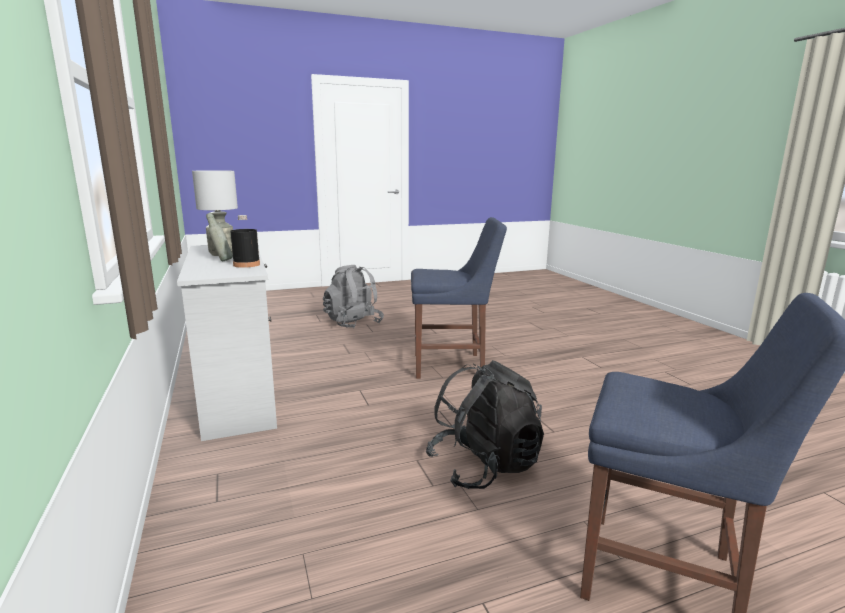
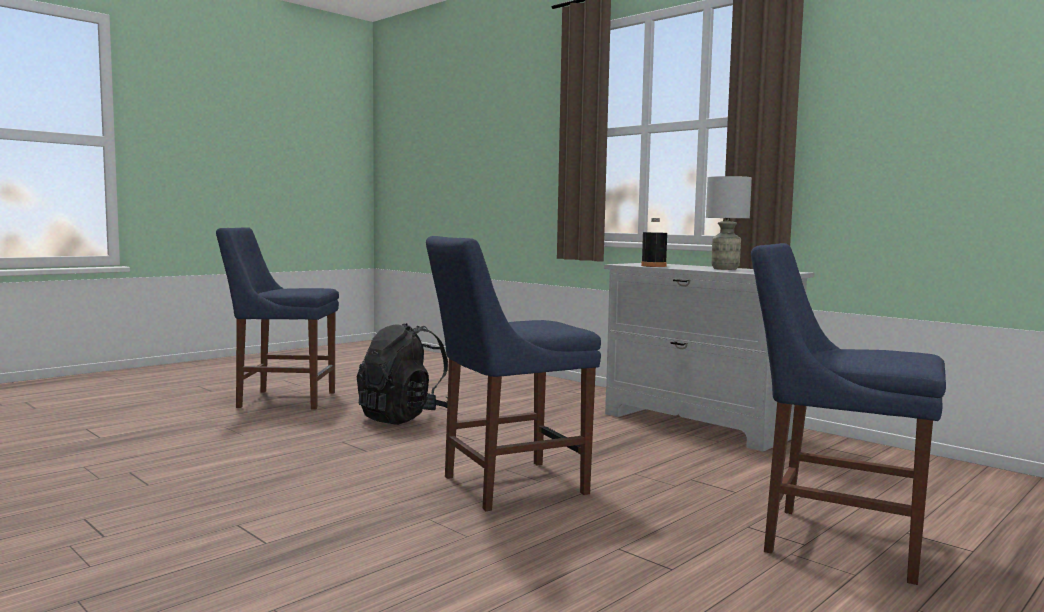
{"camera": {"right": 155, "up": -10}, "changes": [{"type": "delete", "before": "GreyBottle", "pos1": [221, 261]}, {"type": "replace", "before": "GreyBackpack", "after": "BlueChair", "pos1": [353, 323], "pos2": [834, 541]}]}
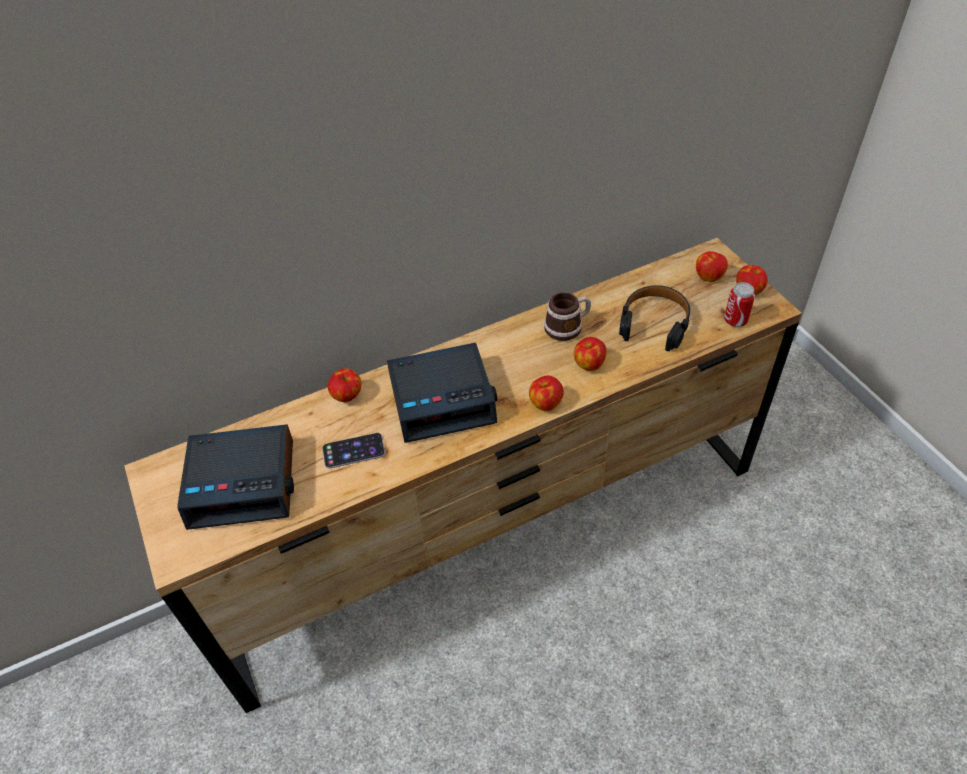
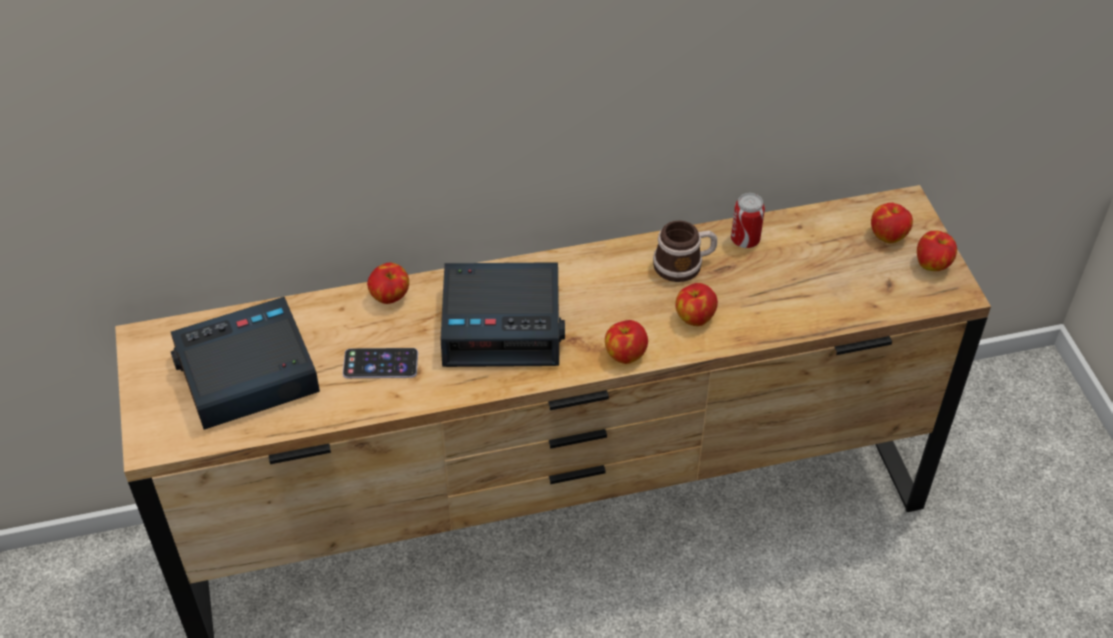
{"camera": {"right": 10, "up": 0}, "changes": [{"type": "move", "before": "Can", "pos1": [735, 321], "pos2": [745, 240]}, {"type": "delete", "before": "BlackHeadphones", "pos1": [654, 323]}, {"type": "rotate", "before": "AlarmClock", "pos1": [244, 483], "pos2": [246, 374], "turn": 150}]}
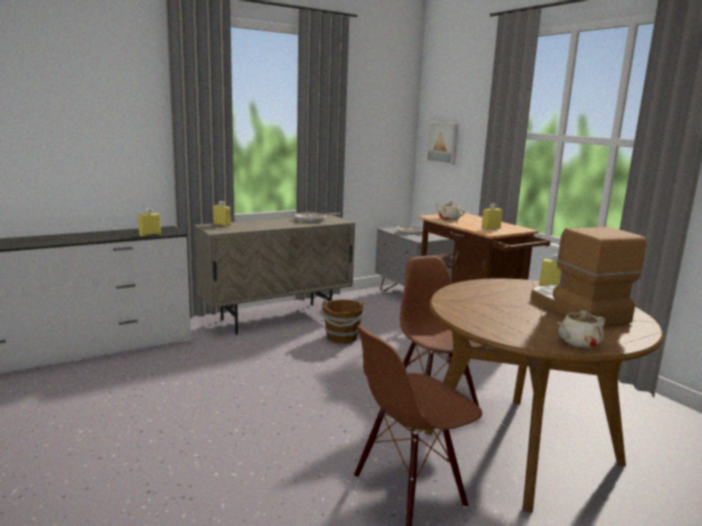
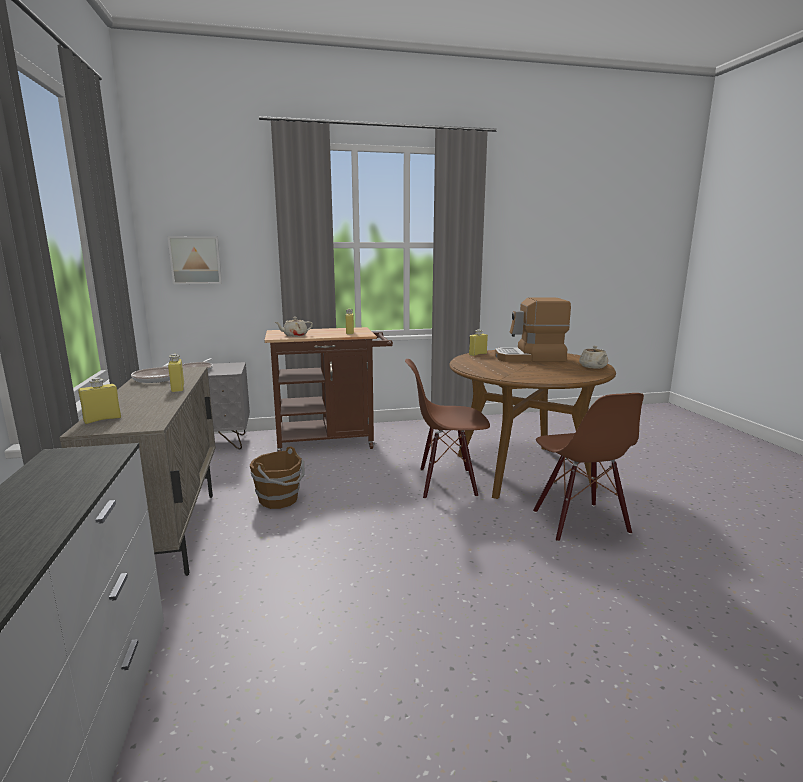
{"camera": {"right": -70, "up": 0}, "changes": [{"type": "move", "before": "YellowBottle", "pos1": [150, 235], "pos2": [178, 388]}]}
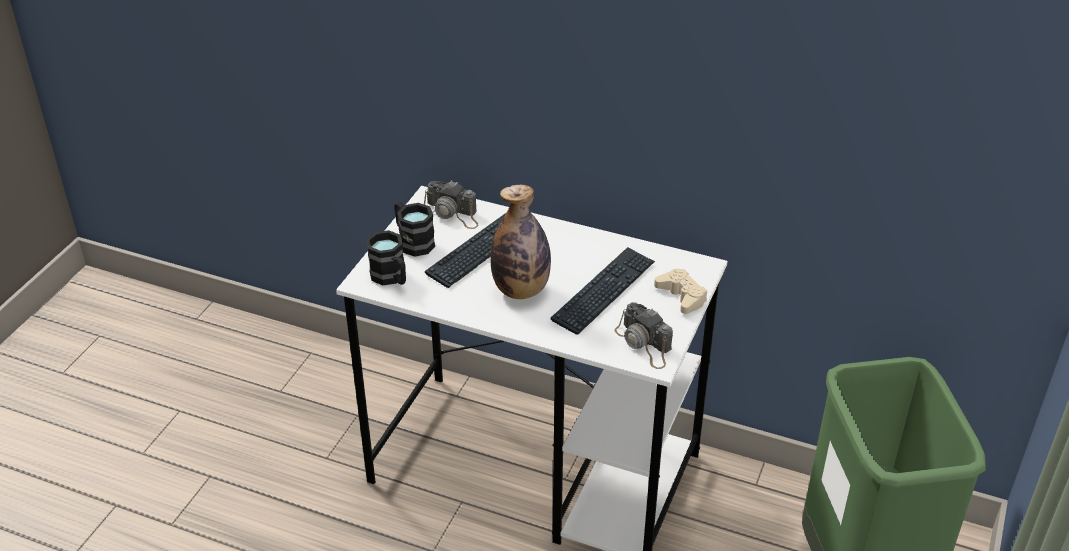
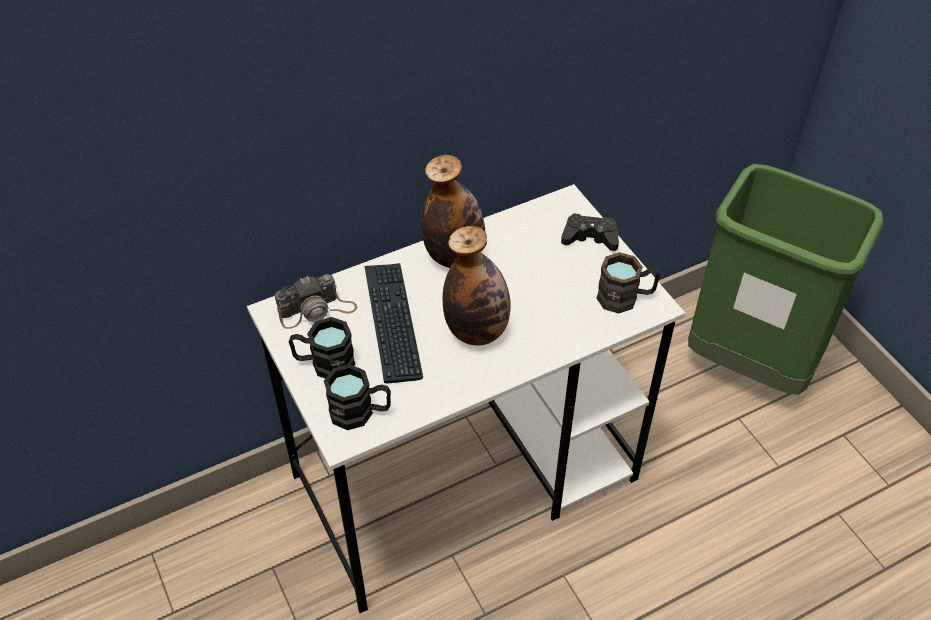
{"camera": {"right": -50, "up": 10}, "changes": [{"type": "delete", "before": "Keyboard", "pos1": [604, 292]}, {"type": "recolor", "before": "BeigeGameController", "after": "BlackGameController", "pos1": [681, 296], "pos2": [590, 237]}, {"type": "replace", "before": "PhotoCamera", "after": "BrownMug", "pos1": [644, 344], "pos2": [625, 297]}, {"type": "insert", "after": "Bottle", "pos2": [454, 256]}]}
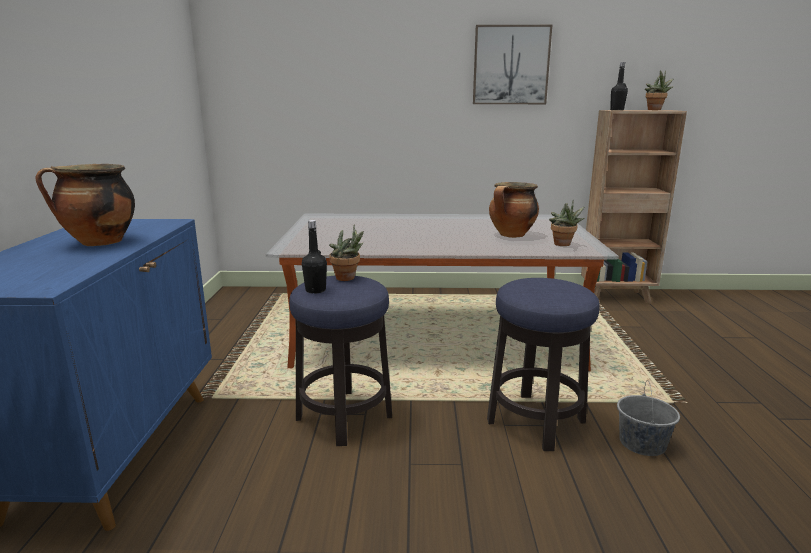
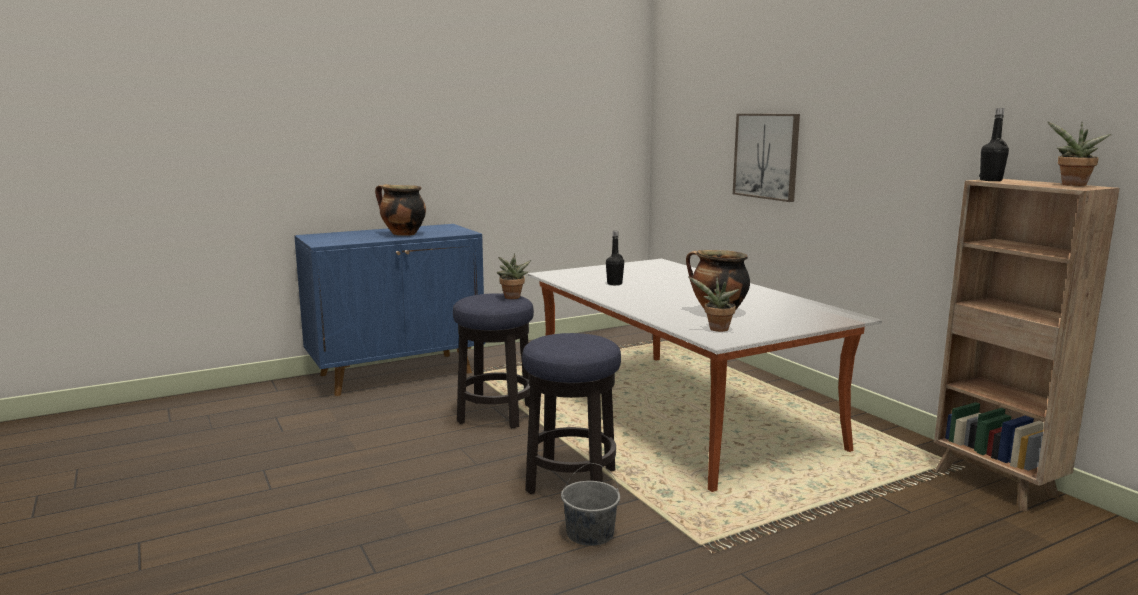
{"camera": {"right": 60, "up": -5}, "changes": [{"type": "move", "before": "Picture", "pos1": [511, 65], "pos2": [766, 156]}, {"type": "move", "before": "BlackBottle", "pos1": [315, 290], "pos2": [614, 284]}]}
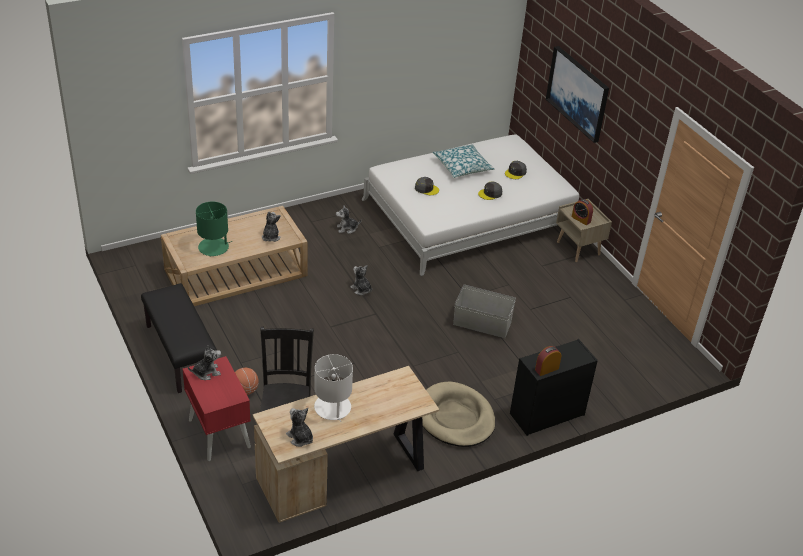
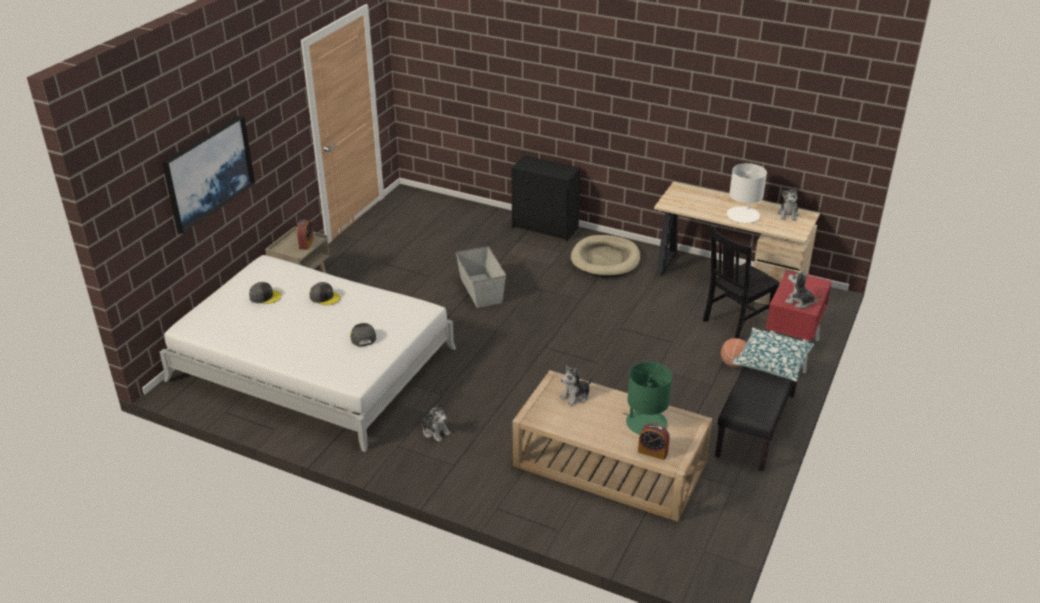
{"camera": {"right": -125, "up": -5}, "changes": [{"type": "move", "before": "Pillow", "pos1": [462, 166], "pos2": [772, 362]}, {"type": "delete", "before": "PlushToy", "pos1": [361, 289]}, {"type": "move", "before": "AlarmClock", "pos1": [546, 369], "pos2": [652, 452]}]}
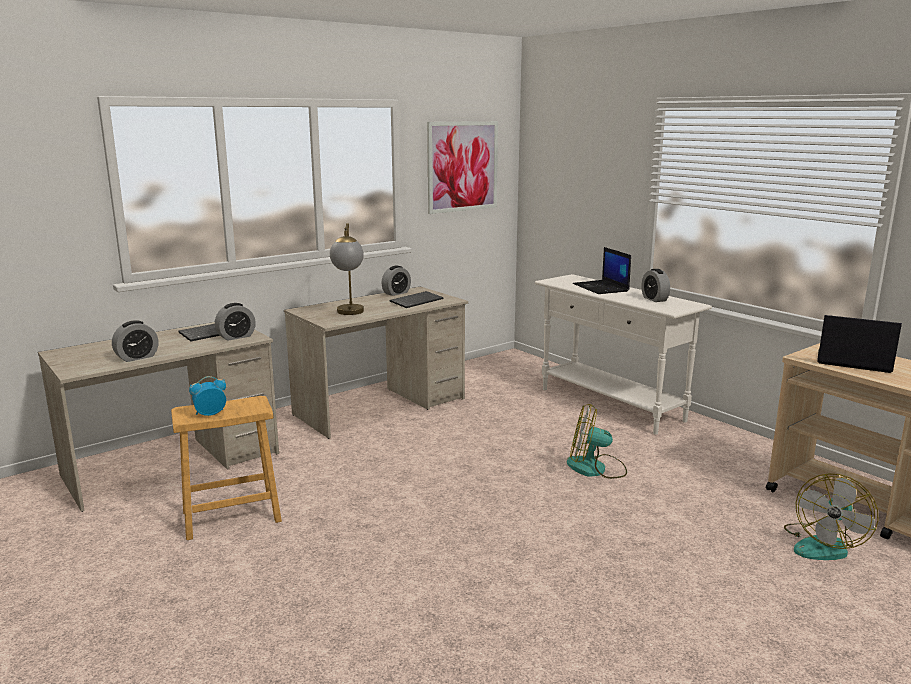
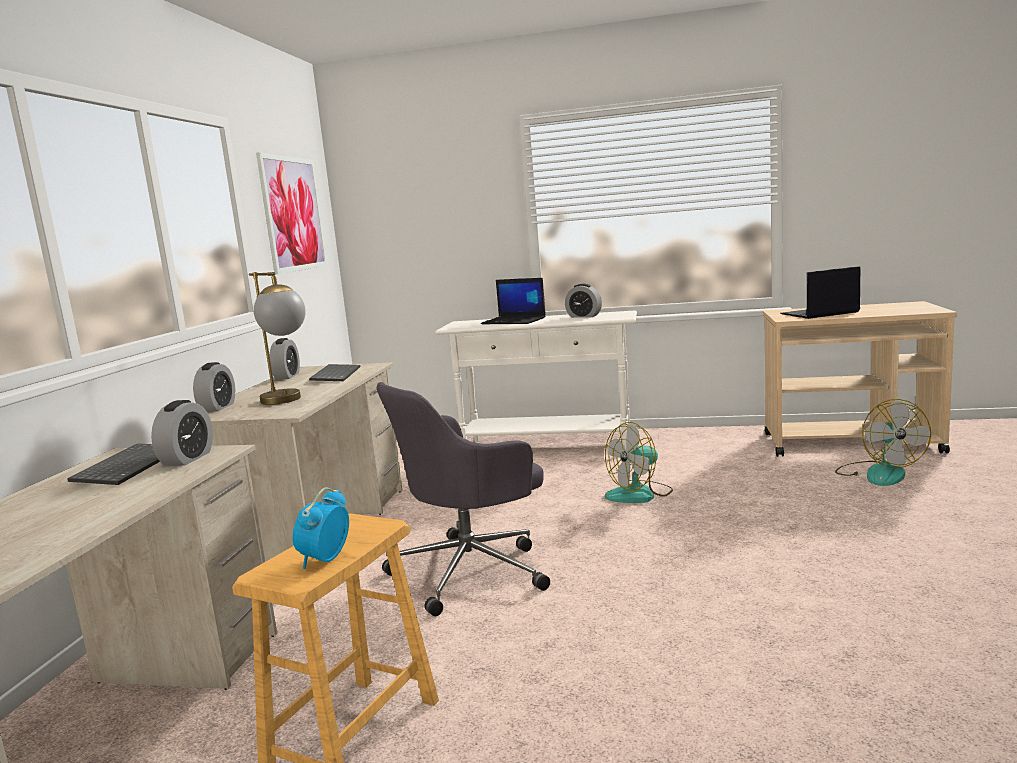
{"camera": {"right": -40, "up": -5}, "changes": [{"type": "move", "before": "AlarmClock", "pos1": [137, 357], "pos2": [218, 407]}, {"type": "insert", "after": "GreyOfficeChair", "pos2": [472, 571]}]}
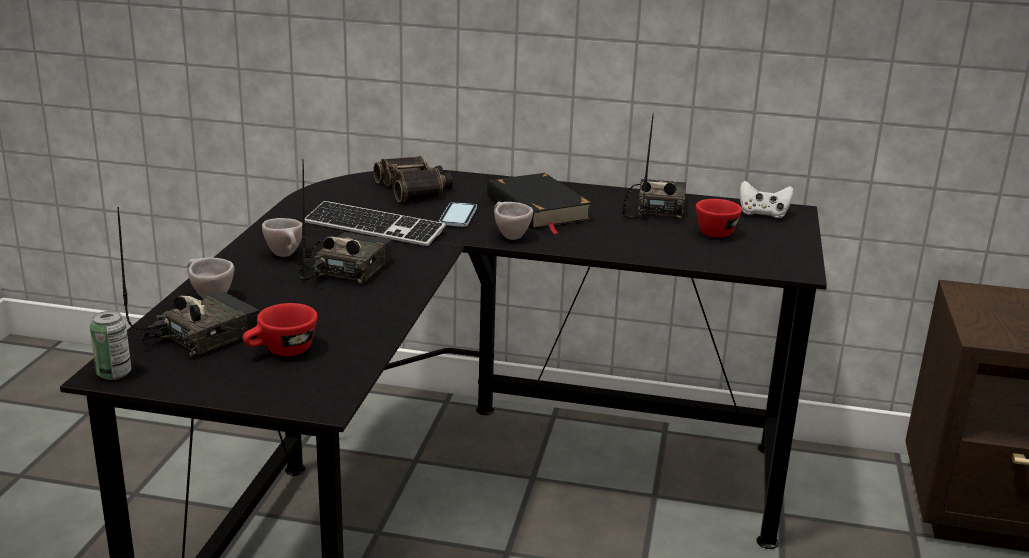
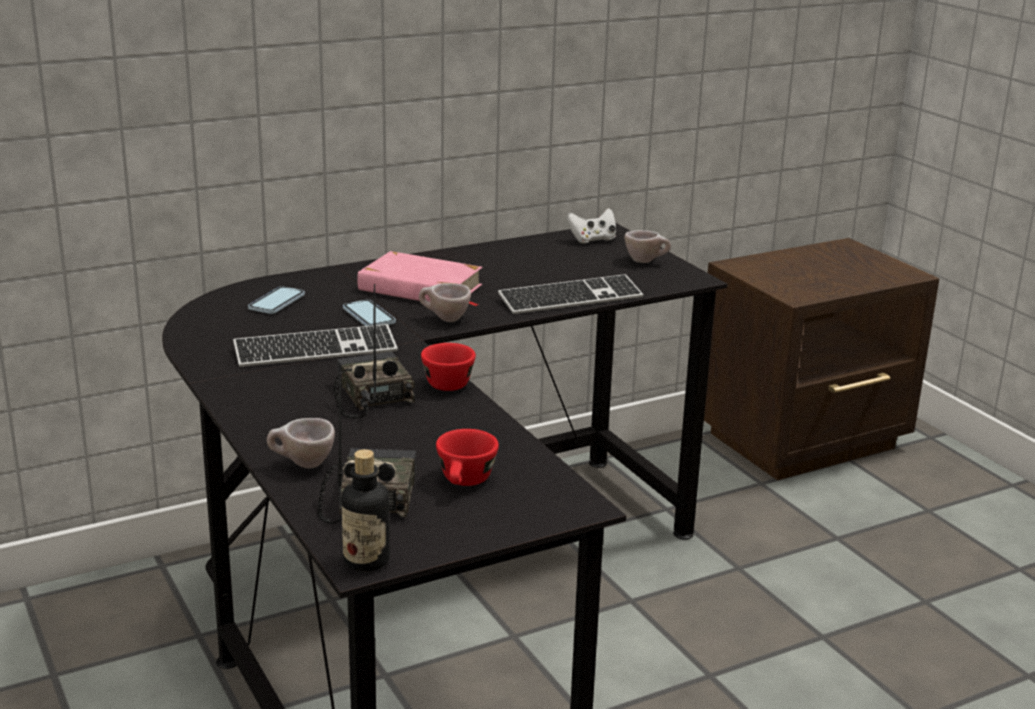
{"camera": {"right": -40, "up": 0}, "changes": [{"type": "delete", "before": "Radio", "pos1": [654, 209]}, {"type": "replace", "before": "Binoculars", "after": "Phone", "pos1": [415, 189], "pos2": [277, 302]}, {"type": "recolor", "before": "BlackBook", "after": "PinkBook", "pos1": [537, 209], "pos2": [420, 288]}, {"type": "move", "before": "RedCup", "pos1": [718, 231], "pos2": [447, 381]}, {"type": "move", "before": "BeigeCup", "pos1": [287, 256], "pos2": [646, 261]}, {"type": "replace", "before": "Can", "after": "Bottle", "pos1": [114, 373], "pos2": [366, 560]}, {"type": "insert", "after": "Keyboard", "pos2": [570, 298]}]}
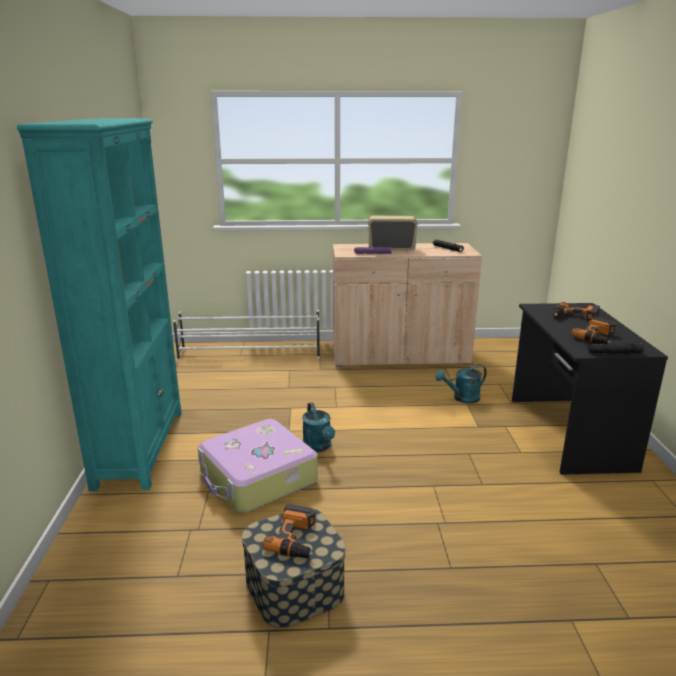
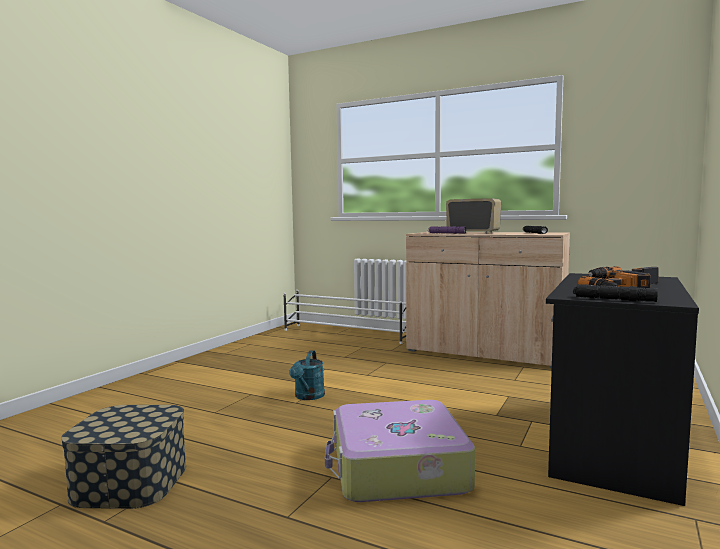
{"camera": {"right": 30, "up": -15}, "changes": [{"type": "delete", "before": "TurquoiseBookcase", "pos1": [140, 447]}, {"type": "delete", "before": "TurquoiseWateringCan", "pos1": [462, 398]}, {"type": "move", "before": "Suitcase", "pos1": [257, 478], "pos2": [397, 468]}, {"type": "delete", "before": "PowerDrill", "pos1": [296, 538]}]}
